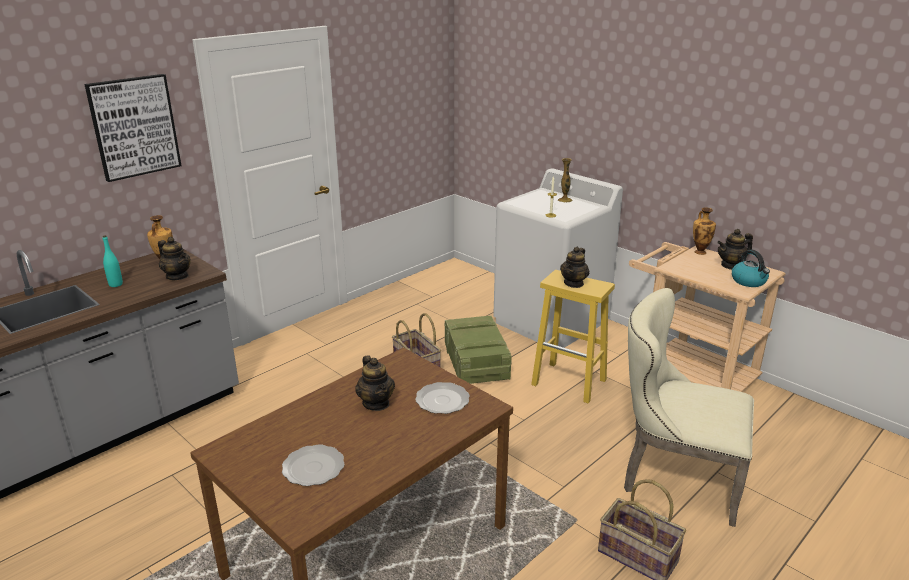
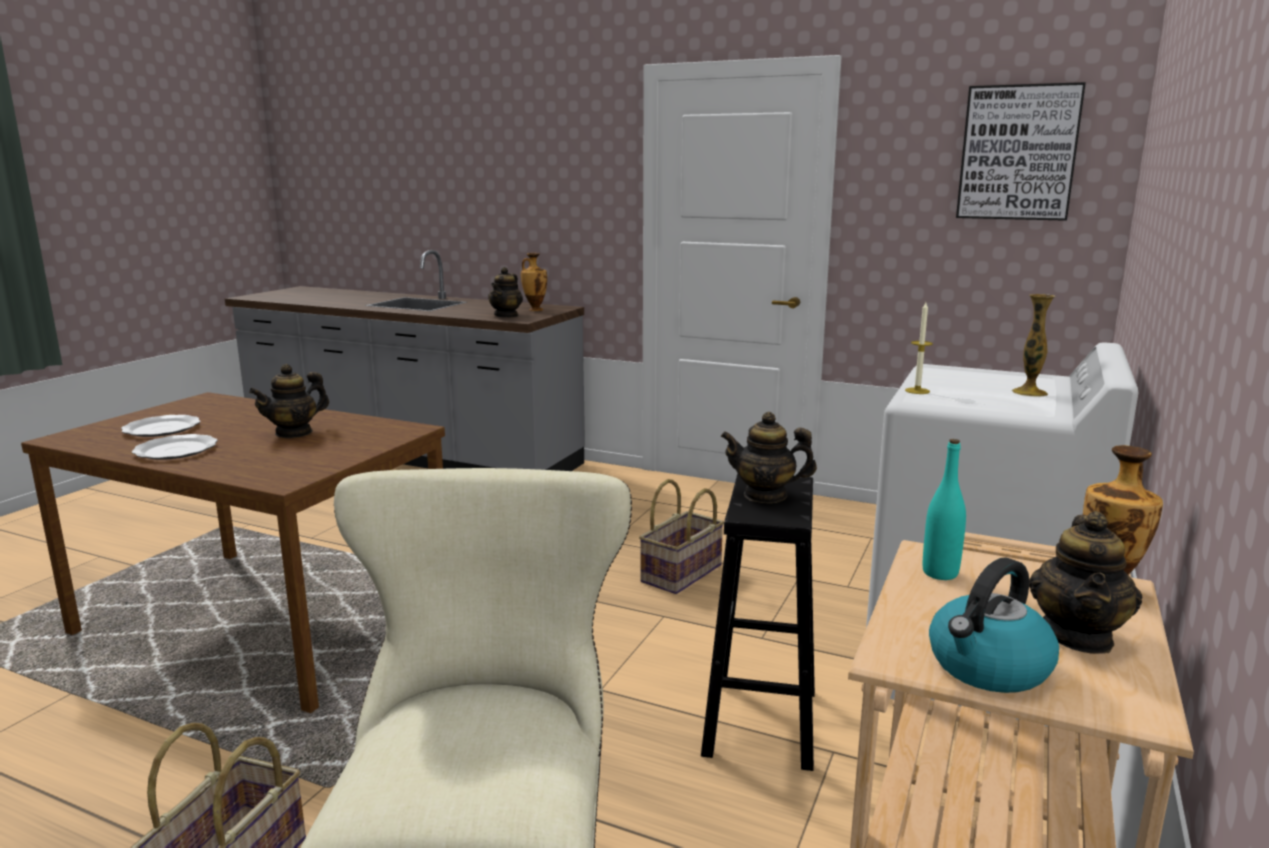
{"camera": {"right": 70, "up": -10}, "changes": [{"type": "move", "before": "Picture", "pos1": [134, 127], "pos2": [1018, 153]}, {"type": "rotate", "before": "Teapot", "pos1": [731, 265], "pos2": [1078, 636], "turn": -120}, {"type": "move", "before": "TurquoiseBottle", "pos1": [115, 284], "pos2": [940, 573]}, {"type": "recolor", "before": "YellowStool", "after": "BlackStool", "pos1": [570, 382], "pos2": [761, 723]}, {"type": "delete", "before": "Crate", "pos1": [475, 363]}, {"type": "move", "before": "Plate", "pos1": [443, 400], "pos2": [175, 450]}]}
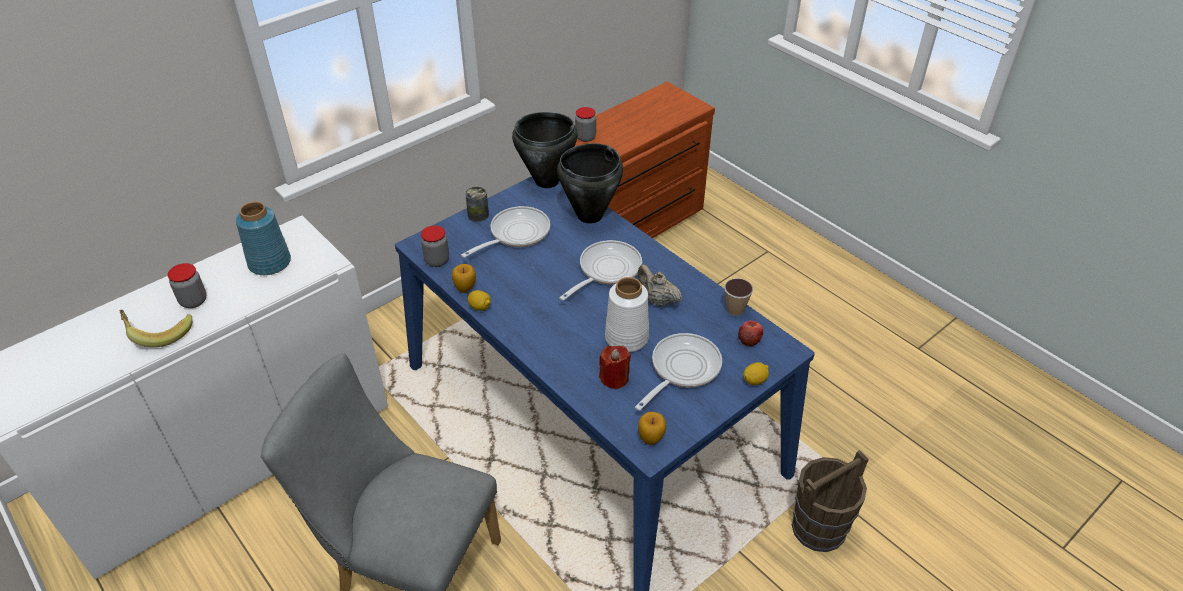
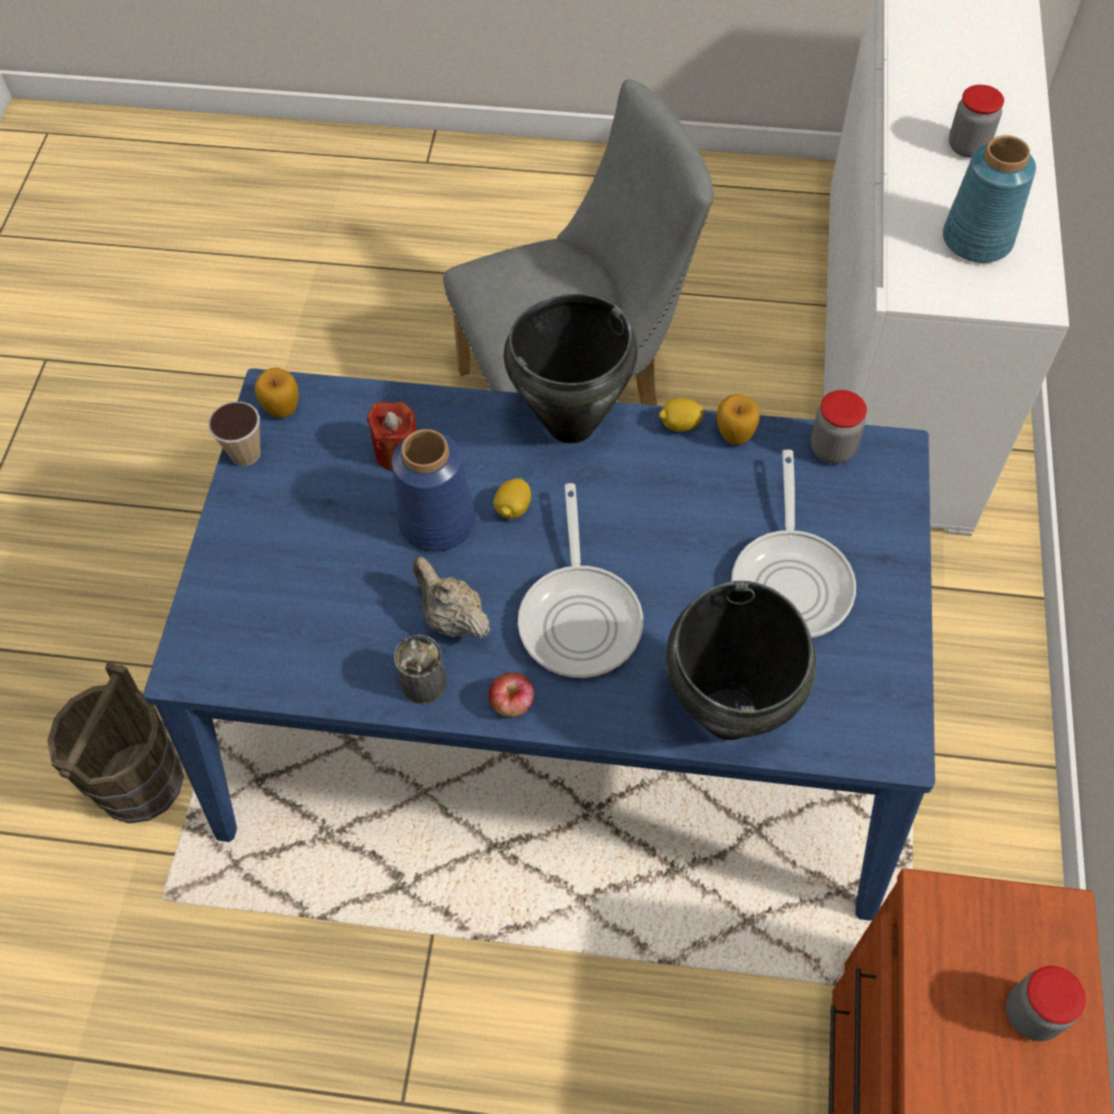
{"camera": {"right": 140, "up": 15}, "changes": [{"type": "move", "before": "BlackCookingPot", "pos1": [547, 181], "pos2": [569, 423]}, {"type": "move", "before": "Can", "pos1": [478, 215], "pos2": [424, 683]}, {"type": "rotate", "before": "BeigeTeapot", "pos1": [657, 300], "pos2": [452, 618], "turn": -135}, {"type": "recolor", "before": "WhiteVase", "after": "BlueVase", "pos1": [627, 337], "pos2": [437, 523]}, {"type": "move", "before": "Cup", "pos1": [735, 310], "pos2": [246, 454]}, {"type": "delete", "before": "Banana", "pos1": [159, 333]}, {"type": "move", "before": "Apple", "pos1": [749, 340], "pos2": [512, 703]}, {"type": "delete", "before": "FryingPan", "pos1": [681, 369]}, {"type": "move", "before": "Lemon", "pos1": [755, 380], "pos2": [513, 508]}]}
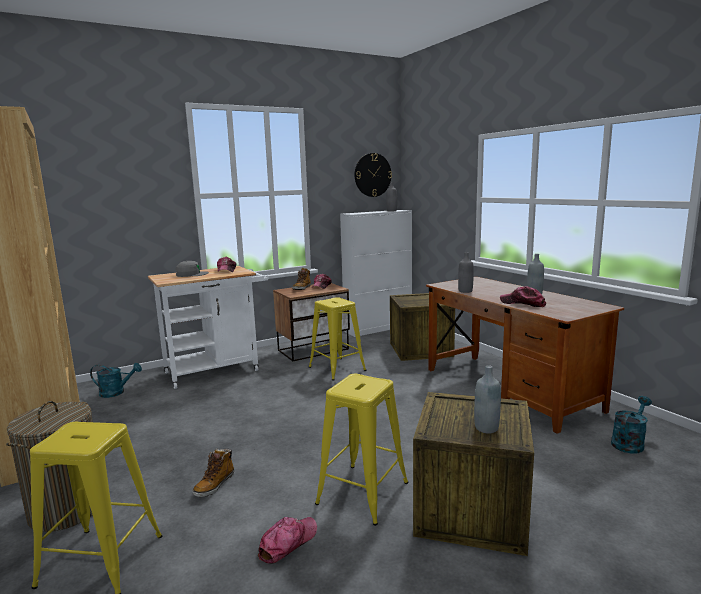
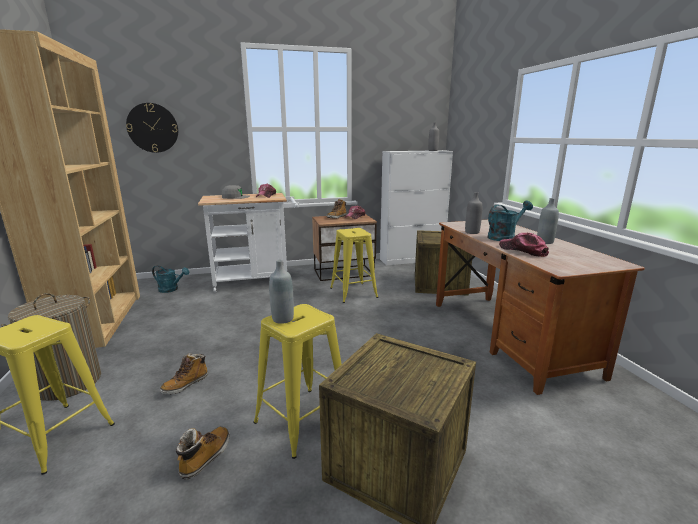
{"camera": {"right": 15, "up": 5}, "changes": [{"type": "move", "before": "WallClock", "pos1": [372, 175], "pos2": [153, 128]}, {"type": "move", "before": "GreyBottle", "pos1": [486, 428], "pos2": [283, 319]}, {"type": "move", "before": "TurquoiseWateringCan", "pos1": [629, 442], "pos2": [504, 237]}, {"type": "replace", "before": "Cap", "after": "Boot", "pos1": [288, 542], "pos2": [206, 457]}]}
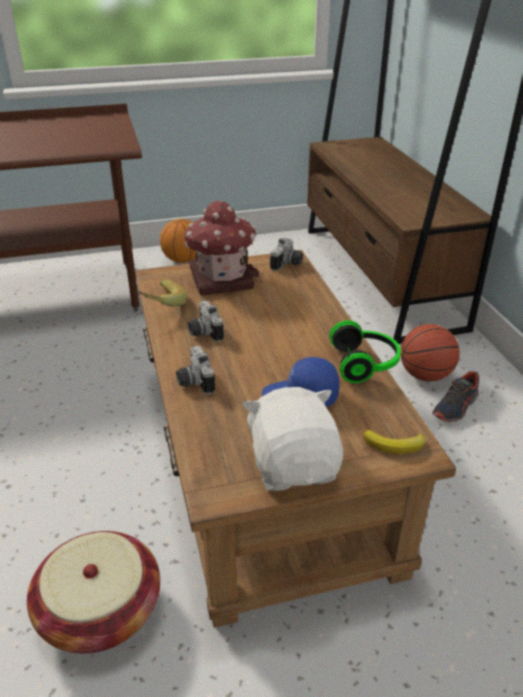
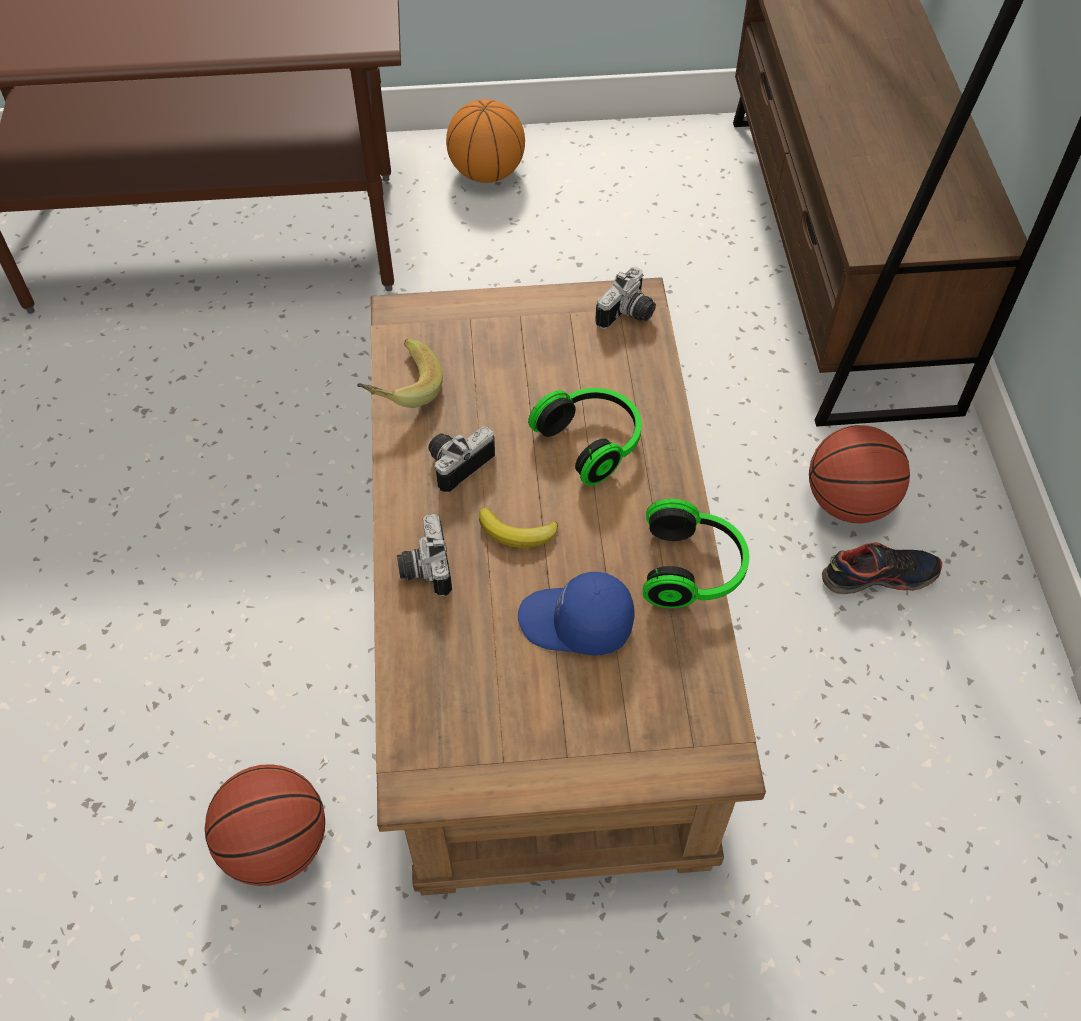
{"camera": {"right": 10, "up": 20}, "changes": [{"type": "delete", "before": "ToyHouse", "pos1": [221, 278]}, {"type": "rotate", "before": "PhotoCamera", "pos1": [203, 332], "pos2": [456, 462], "turn": 60}, {"type": "rotate", "before": "Shoe", "pos1": [455, 407], "pos2": [878, 576], "turn": -150}, {"type": "delete", "before": "WhitePlushToy", "pos1": [294, 465]}, {"type": "move", "before": "Banana", "pos1": [395, 445], "pos2": [517, 532]}, {"type": "replace", "before": "Basket", "after": "Basketball", "pos1": [100, 611], "pos2": [276, 844]}, {"type": "insert", "after": "Headphones", "pos2": [592, 442]}]}
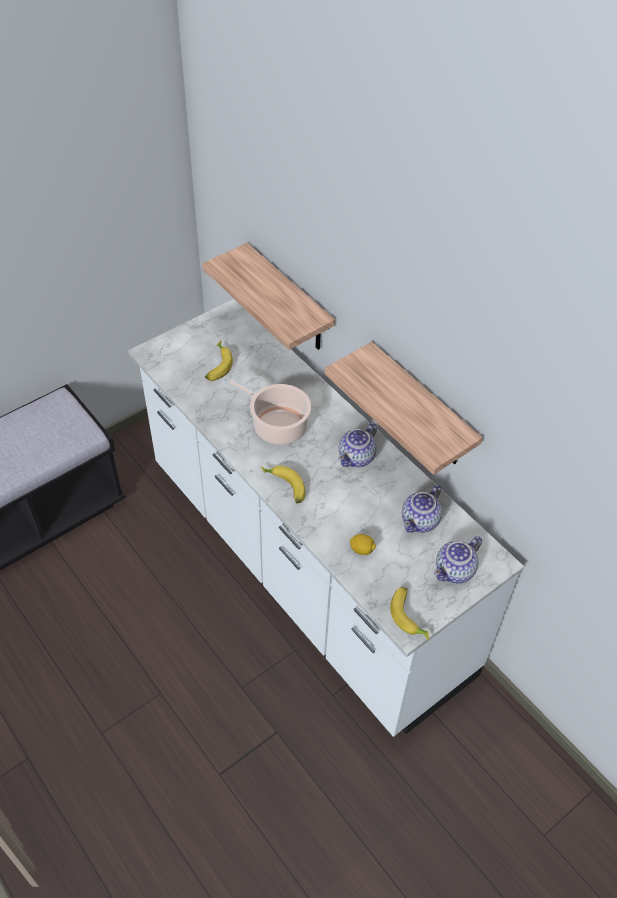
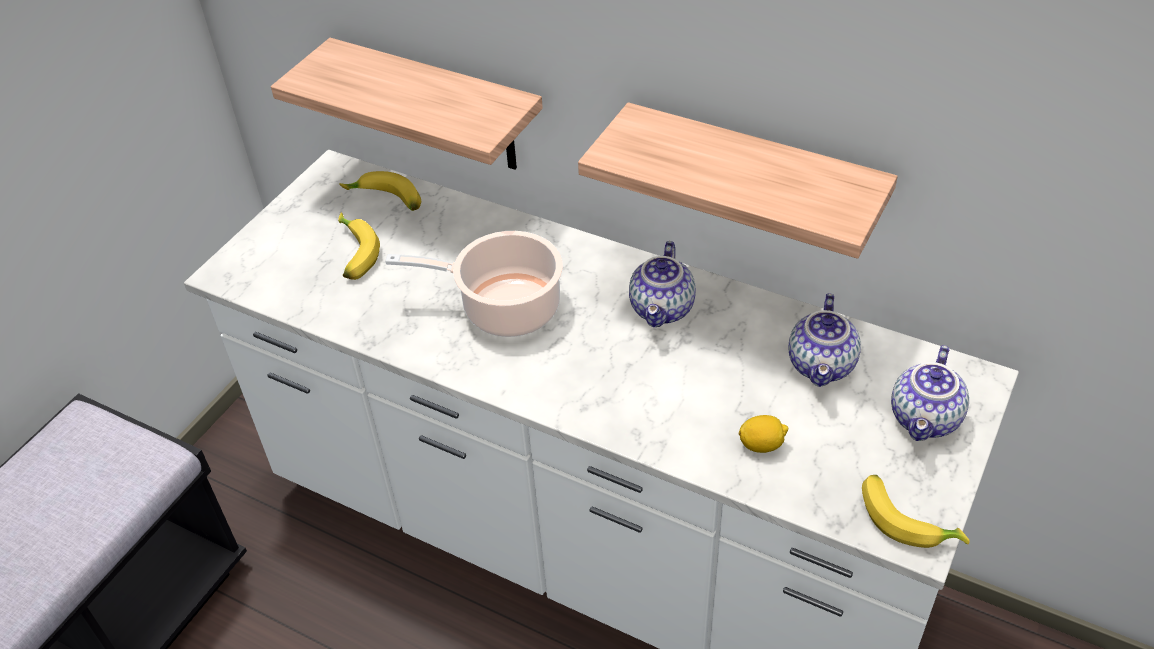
{"camera": {"right": -20, "up": -5}, "changes": [{"type": "move", "before": "Banana", "pos1": [284, 487], "pos2": [385, 201]}]}
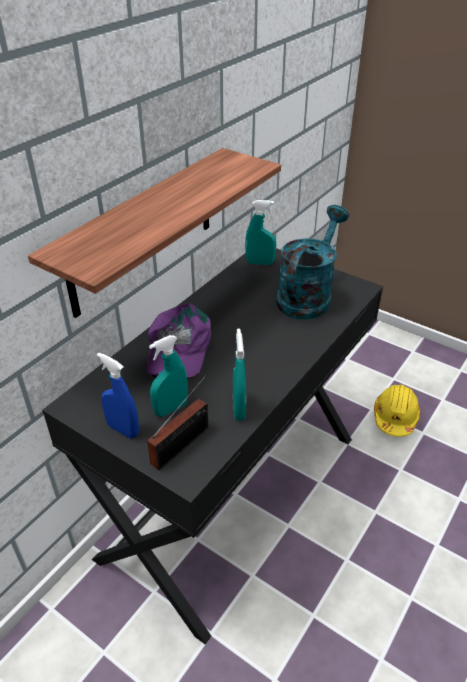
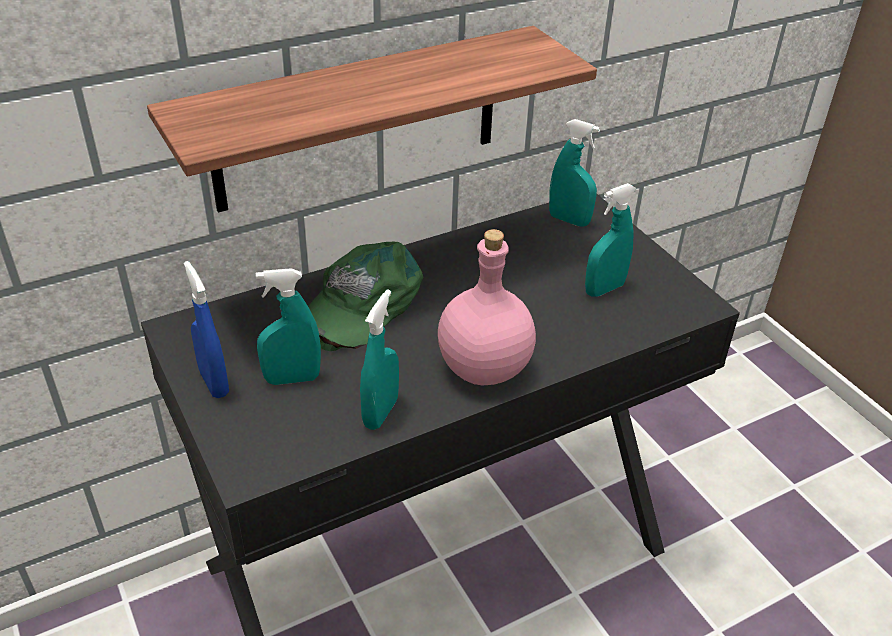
{"camera": {"right": 25, "up": 0}, "changes": [{"type": "replace", "before": "TurquoiseWateringCan", "after": "TurquoiseSprayBottle", "pos1": [307, 295], "pos2": [604, 289]}, {"type": "recolor", "before": "PurpleCap", "after": "GreenCap", "pos1": [177, 349], "pos2": [360, 303]}, {"type": "delete", "before": "Radio", "pos1": [184, 443]}, {"type": "delete", "before": "YellowHardHat", "pos1": [395, 417]}, {"type": "insert", "after": "PinkBottle", "pos2": [484, 369]}]}
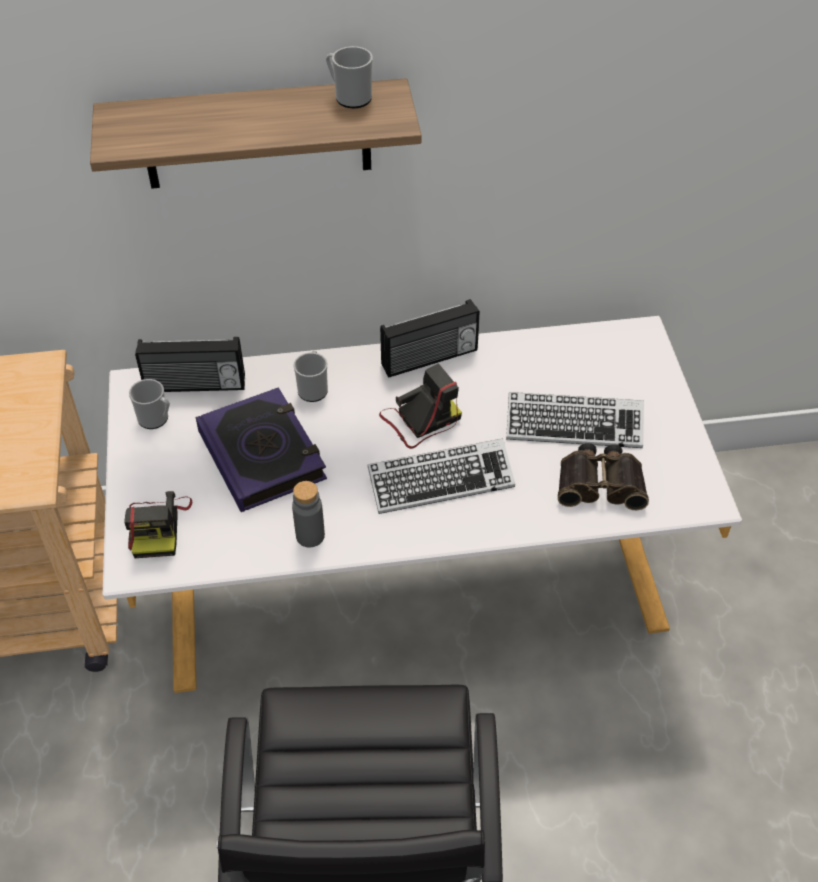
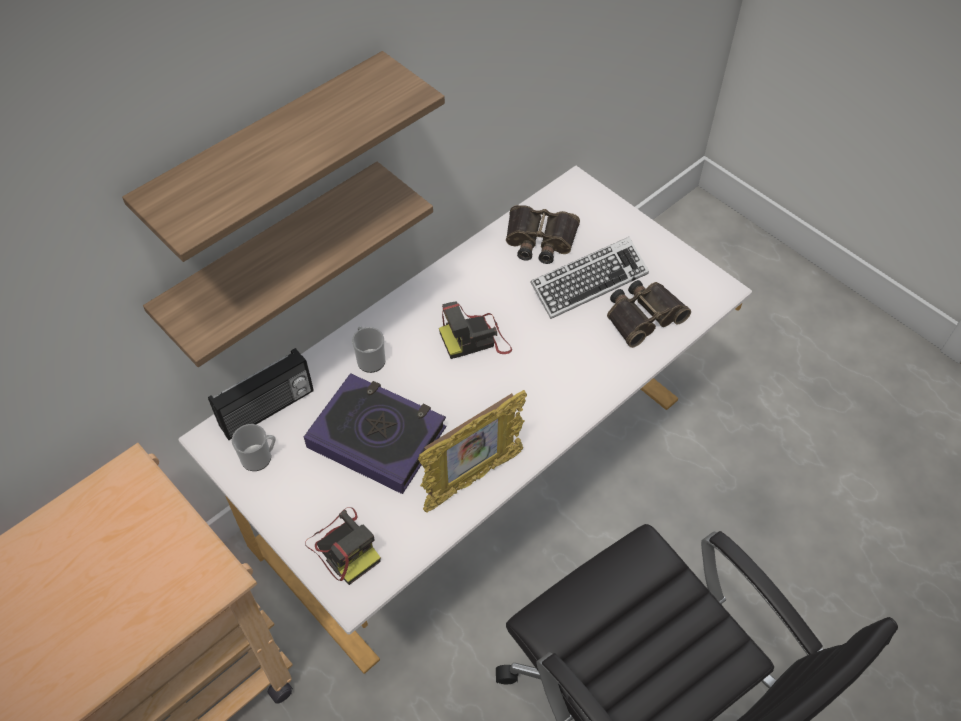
{"camera": {"right": -35, "up": 5}, "changes": [{"type": "delete", "before": "Mug", "pos1": [349, 97]}, {"type": "delete", "before": "Radio", "pos1": [430, 359]}, {"type": "rotate", "before": "PhotoCamera", "pos1": [420, 420], "pos2": [475, 339], "turn": -135}, {"type": "delete", "before": "Keyboard", "pos1": [441, 481]}, {"type": "replace", "before": "GreyBottle", "after": "PictureFrame", "pos1": [310, 536], "pos2": [472, 480]}, {"type": "insert", "after": "Shelf", "pos2": [274, 260]}, {"type": "insert", "after": "Binoculars", "pos2": [539, 240]}]}
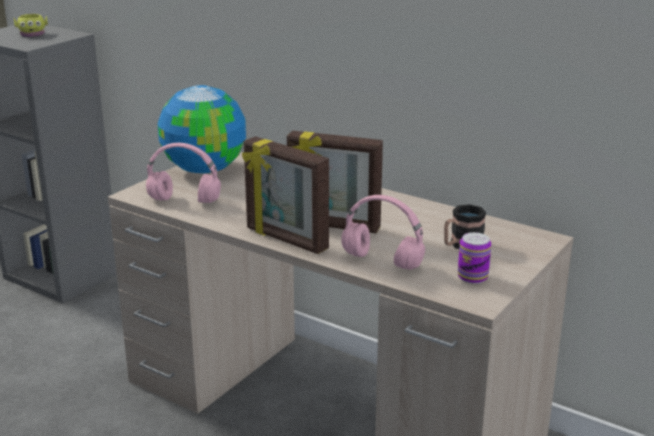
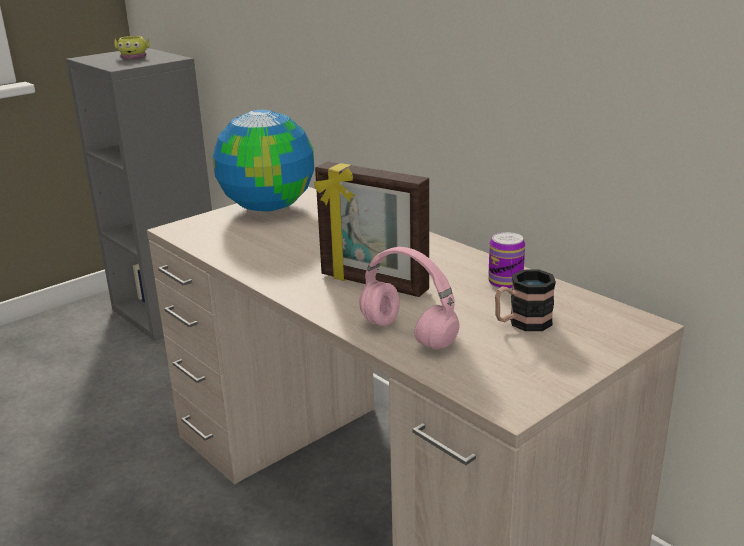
{"camera": {"right": 15, "up": 0}, "changes": [{"type": "delete", "before": "PictureFrame", "pos1": [285, 239]}, {"type": "delete", "before": "PinkHeadphones", "pos1": [186, 200]}, {"type": "move", "before": "Can", "pos1": [472, 277], "pos2": [505, 283]}]}
